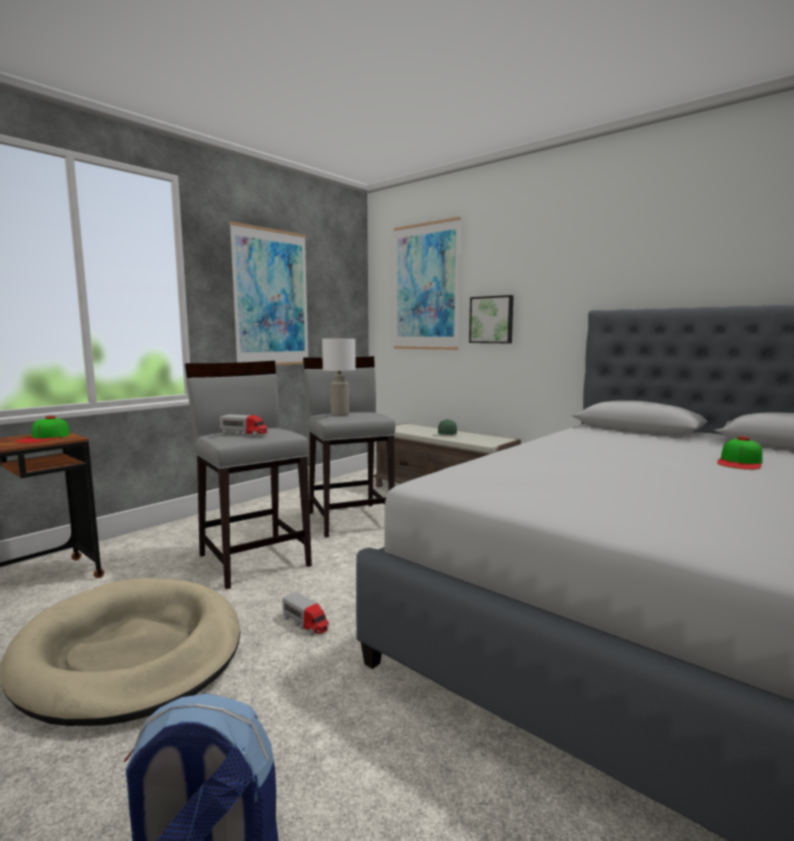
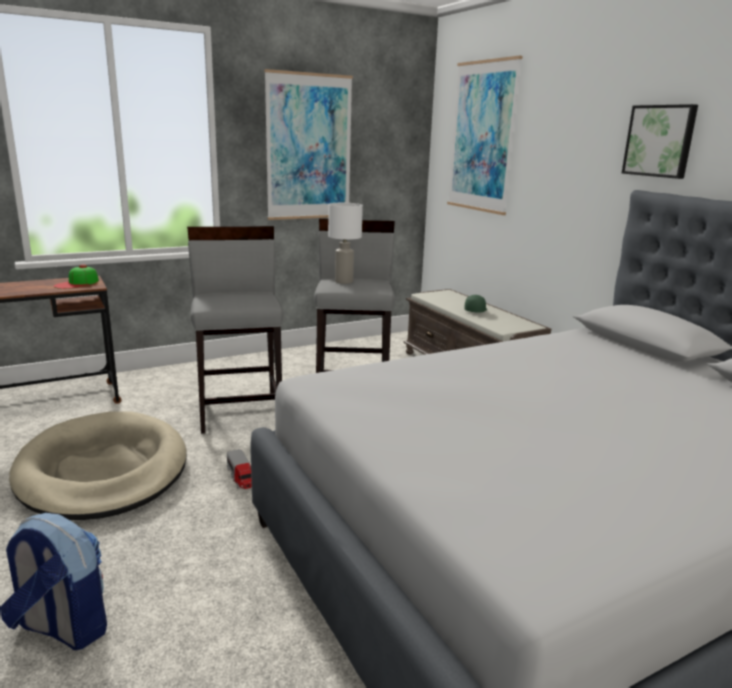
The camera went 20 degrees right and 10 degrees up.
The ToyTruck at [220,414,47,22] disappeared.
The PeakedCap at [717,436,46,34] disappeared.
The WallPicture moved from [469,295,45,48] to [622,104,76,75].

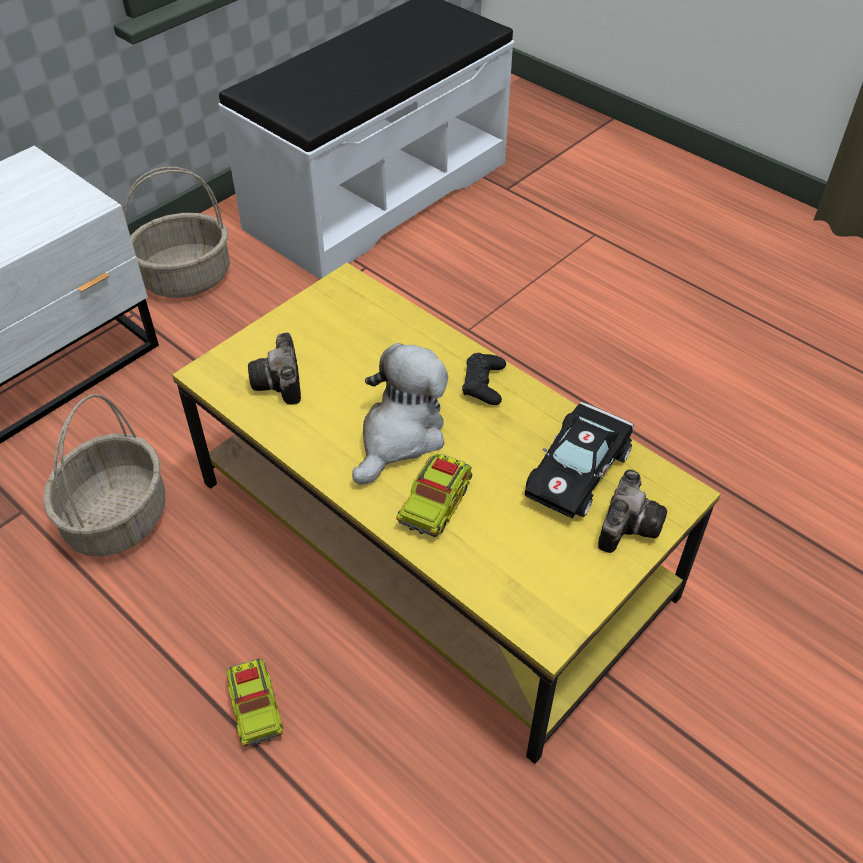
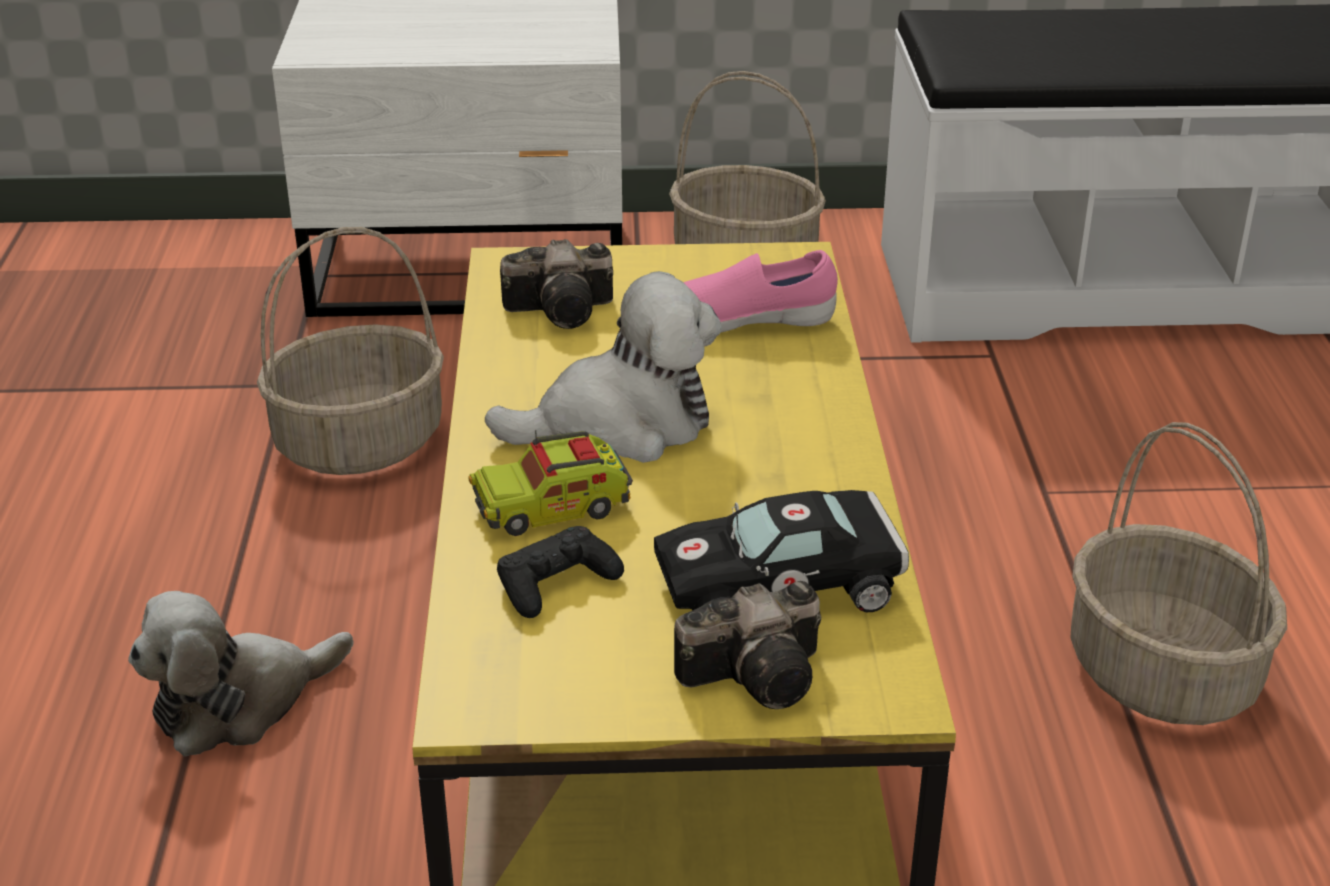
The camera went 45 degrees right and 15 degrees down.
The PinkLowShoe at [683,250,155,82] appeared.
The Basket at [1071,422,216,303] appeared.
The BlackJoypad moved from [462,353,44,52] to [497,526,127,92].
The ToyTruck at [227,659,56,88] was replaced by the SoftToy at [128,591,225,165].
The PhotoCamera at [248,332,53,73] turned 135 degrees counterclockwise.

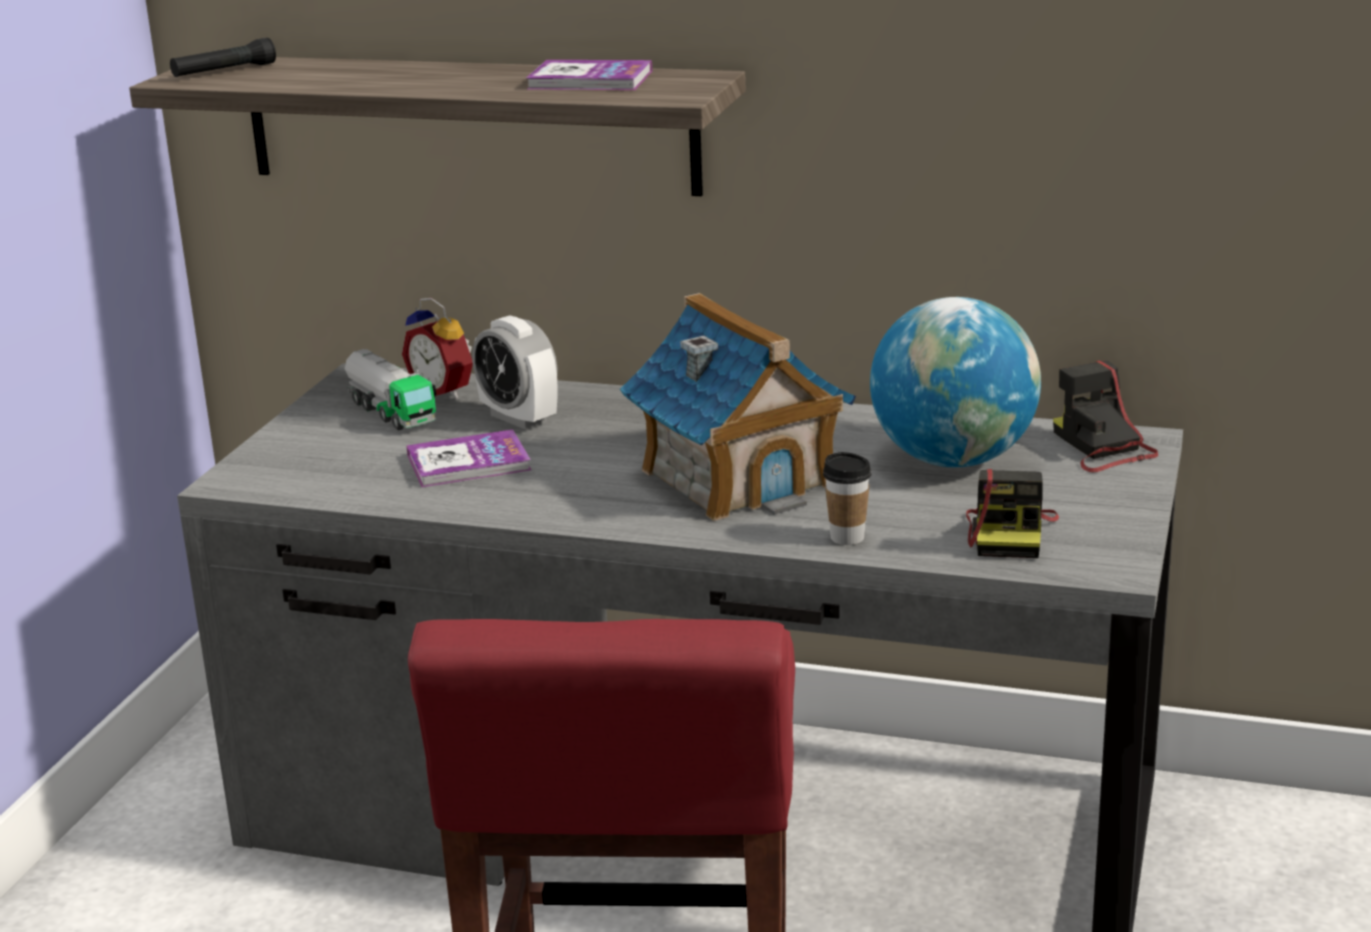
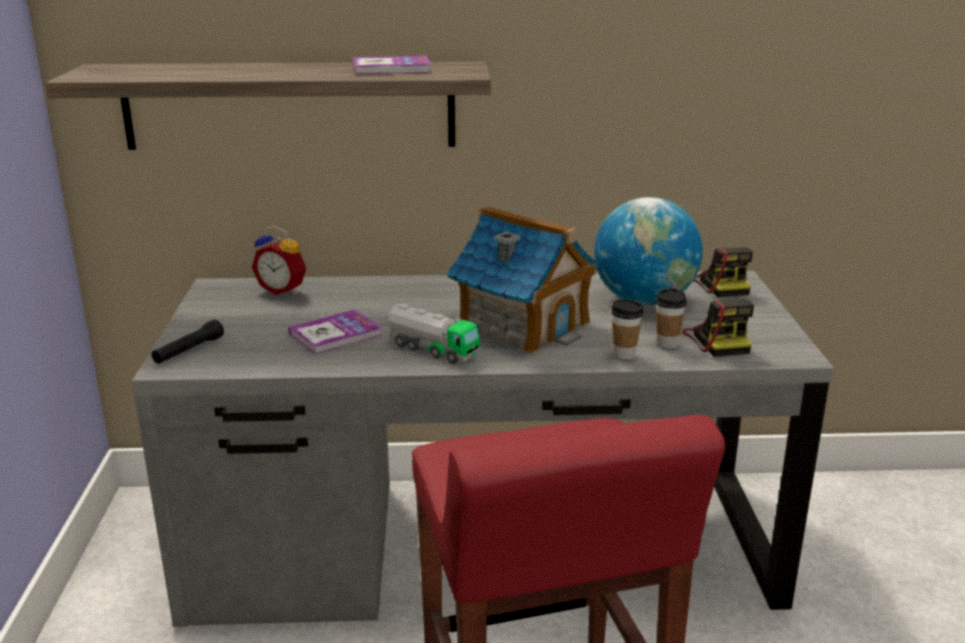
The camera went 20 degrees left and 0 degrees up.
The TableClock at [472,315,85,115] disappeared.
The Cup at [655,288,32,60] appeared.
The BlackFlashlight moved from [170,38,106,39] to [152,320,72,44].
The ToyTruck moved from [345,349,92,82] to [388,304,92,60].
The PhotoCamera at [1053,360,105,112] turned 150 degrees counterclockwise.

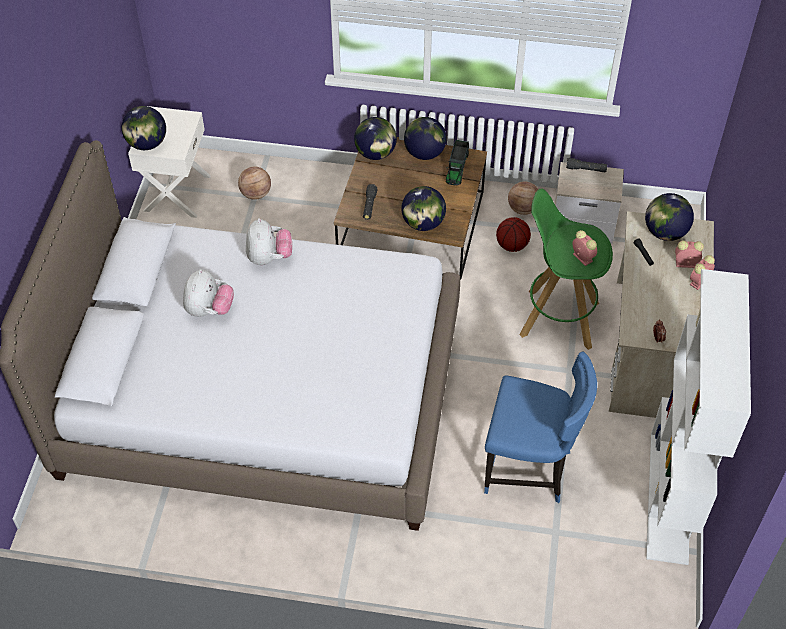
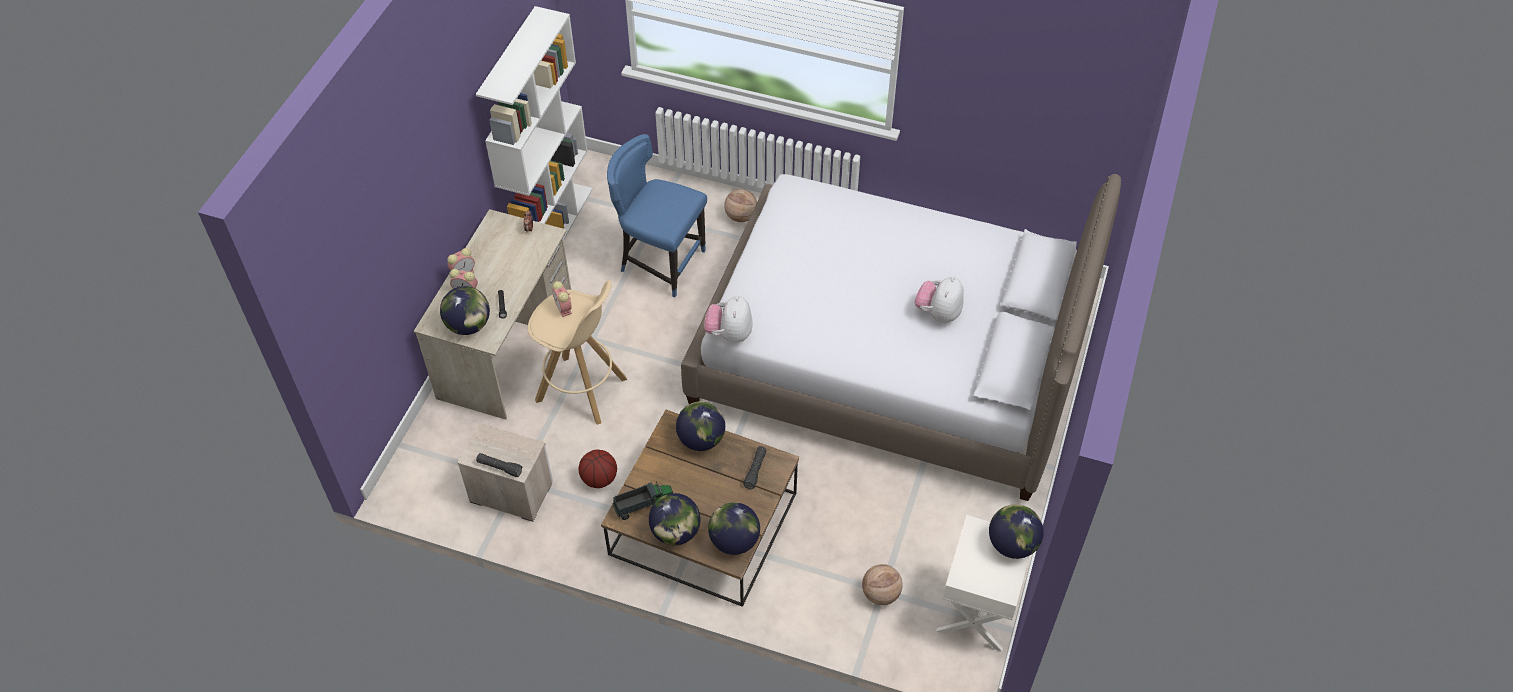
The camera went 170 degrees left and 0 degrees up.
The SoftToy moved from [246,218,46,47] to [704,296,49,46].
The BallForBasketball moved from [508,182,30,33] to [724,189,33,33].
The GreenColouredStool at [519,189,94,161] became the SandColouredStool at [528,280,99,145].
The ToyTruck at [446,140,23,46] turned 45 degrees clockwise.

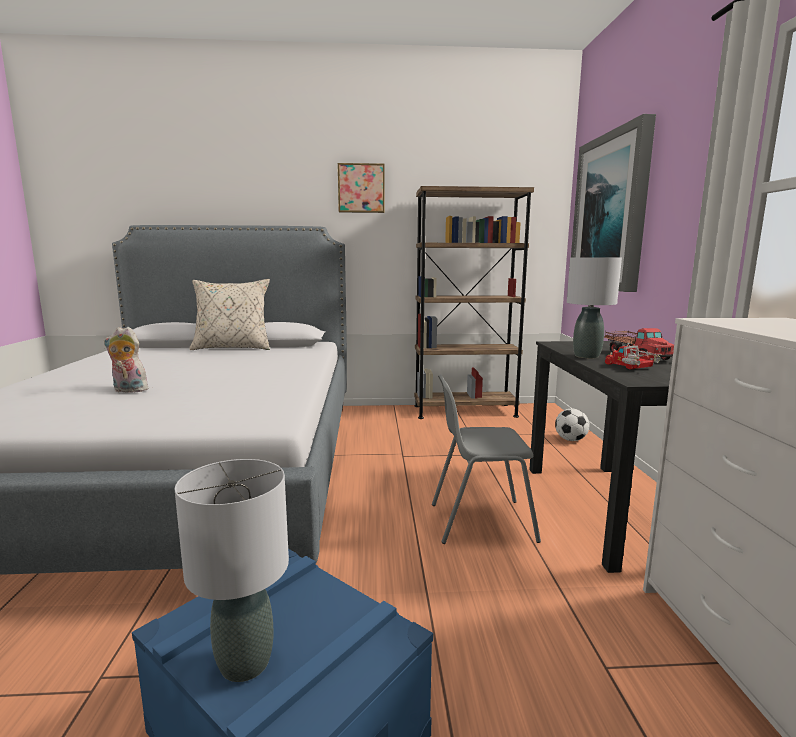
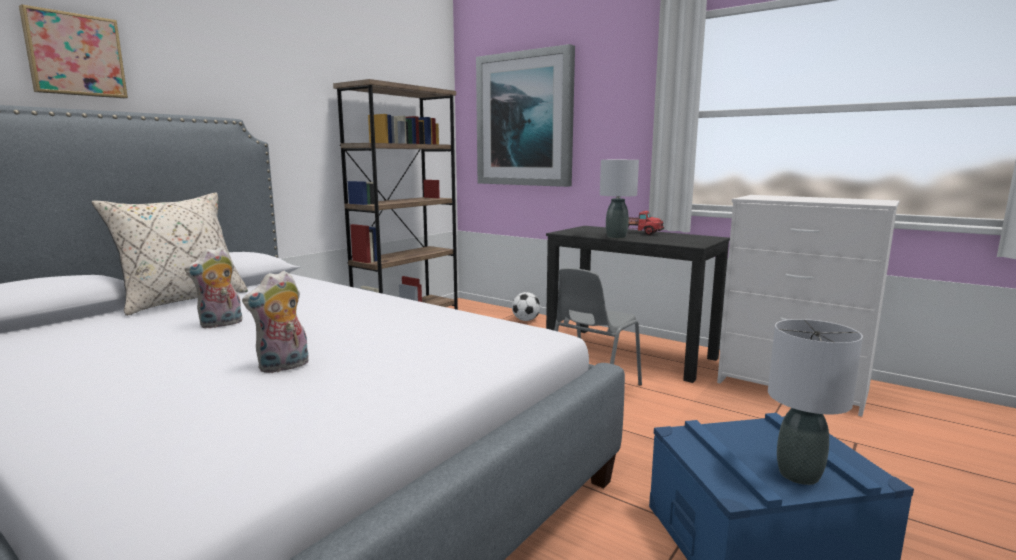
The camera went 50 degrees left and 0 degrees up.
The ToyTruck at [605,343,56,26] disappeared.
The SoftToy at [185,247,58,81] appeared.
The WallPicture moved from [338,163,46,50] to [19,4,109,94].

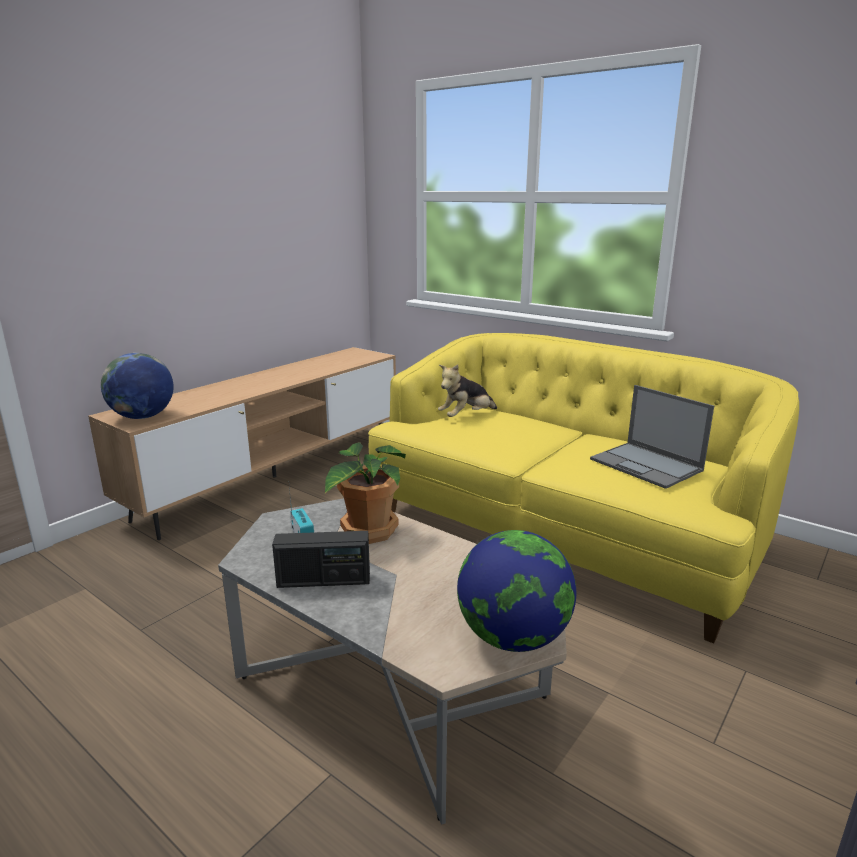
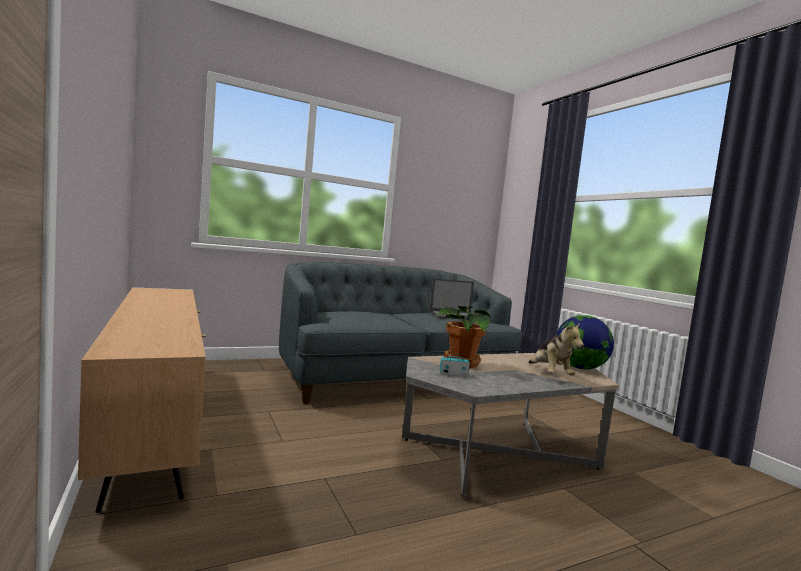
The camera went 65 degrees left and 15 degrees down.
The DeskGlobe at [101,353,73,66] disappeared.
The RadioSet at [272,531,98,57] disappeared.
The SoftToy moved from [438,365,59,52] to [529,322,55,54].
The YellowColouredSettee at [368,333,431,311] became the GreySettee at [279,262,243,142].

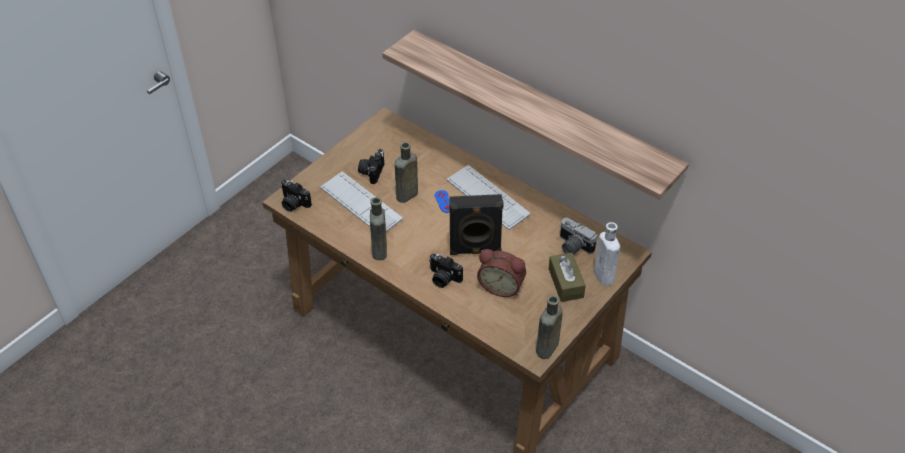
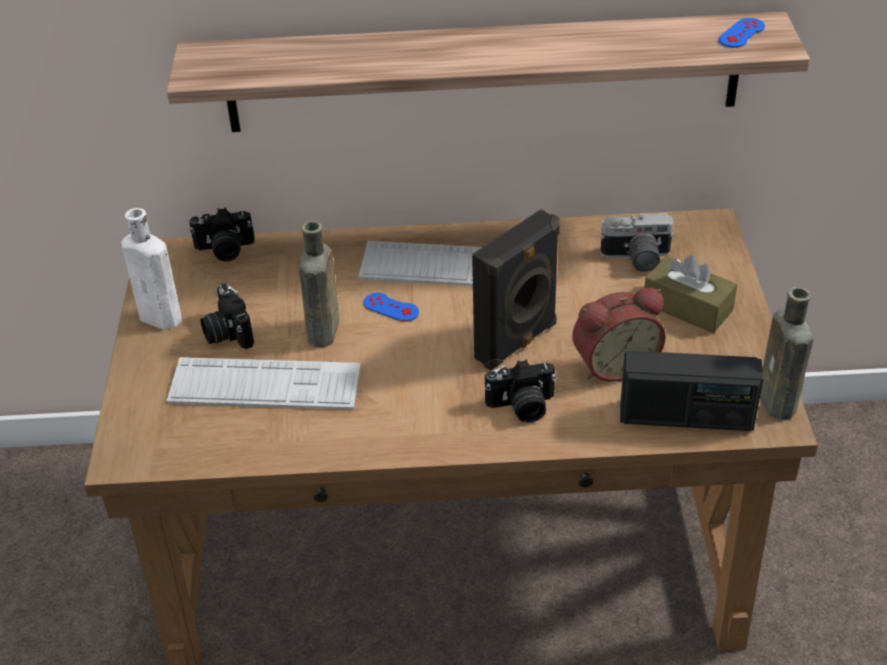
The camera went 40 degrees left and 5 degrees down.
The BrownDrinkBottle at [370,197,17,63] disappeared.
The RadioSet at [620,351,143,80] appeared.
The BluishJoypad at [718,18,47,30] appeared.
The PhotoCamera moved from [280,180,32,32] to [190,207,65,55].
The WhiteColouredDrinkBottle moved from [594,222,26,64] to [121,208,61,122].

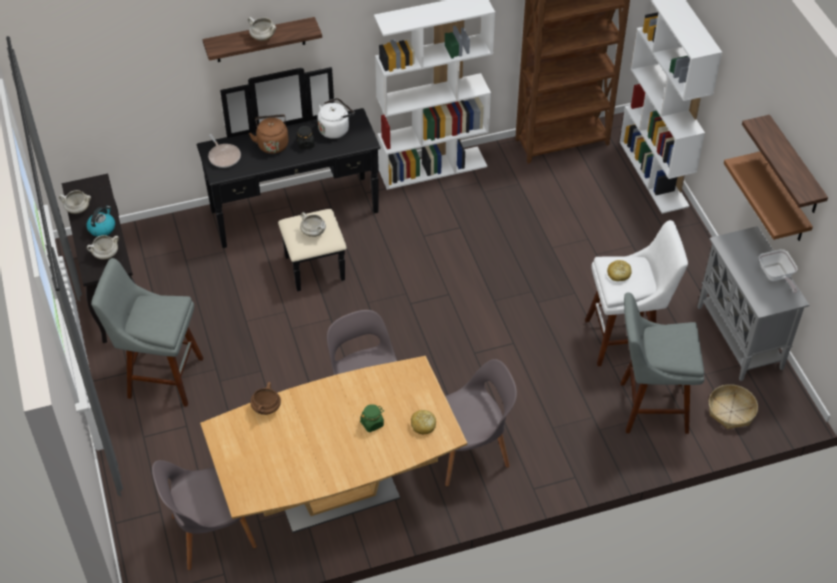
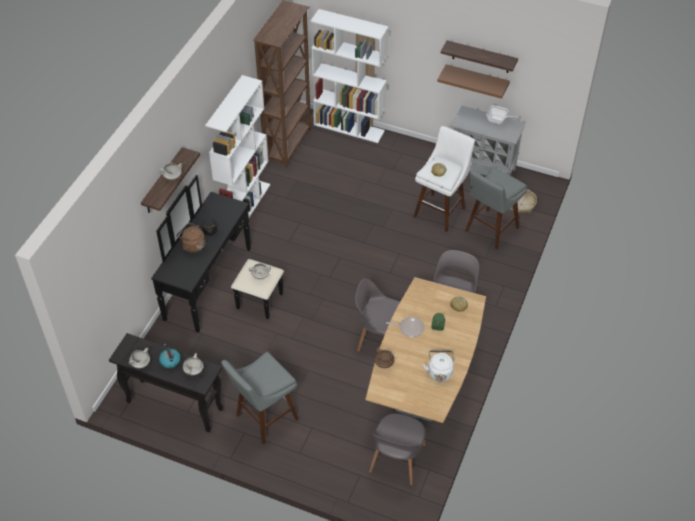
The camera went 50 degrees left and 0 degrees up.
The Pan moved from [208,134,33,34] to [386,317,38,20].
The WhiteColouredTeaKettle moved from [317,98,38,41] to [423,350,31,32].

